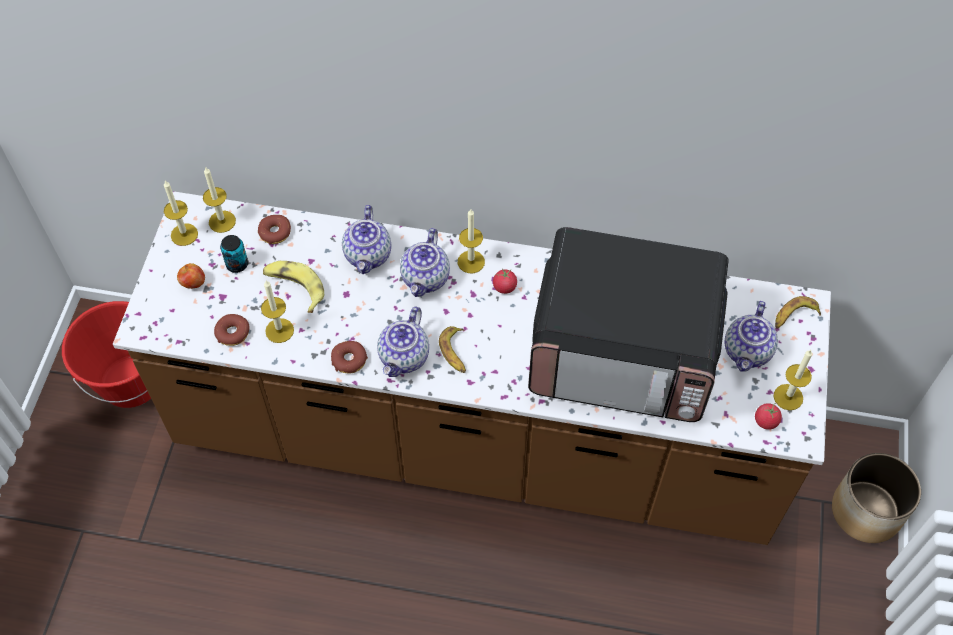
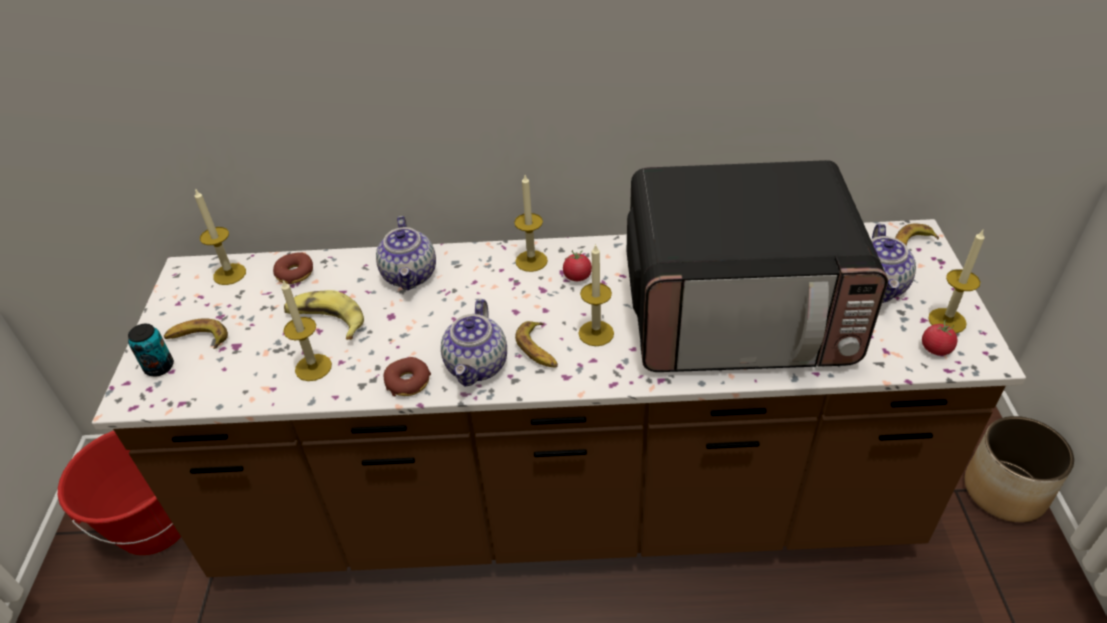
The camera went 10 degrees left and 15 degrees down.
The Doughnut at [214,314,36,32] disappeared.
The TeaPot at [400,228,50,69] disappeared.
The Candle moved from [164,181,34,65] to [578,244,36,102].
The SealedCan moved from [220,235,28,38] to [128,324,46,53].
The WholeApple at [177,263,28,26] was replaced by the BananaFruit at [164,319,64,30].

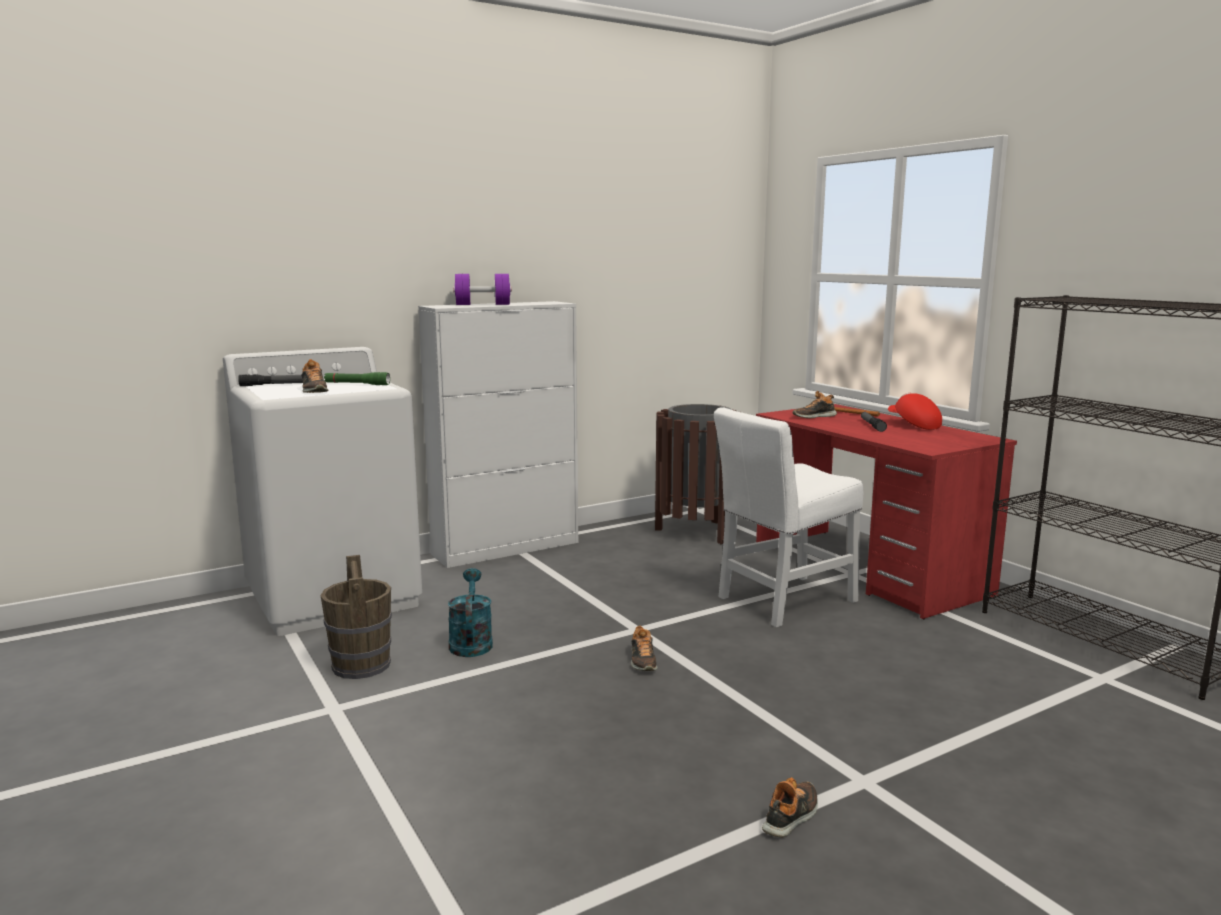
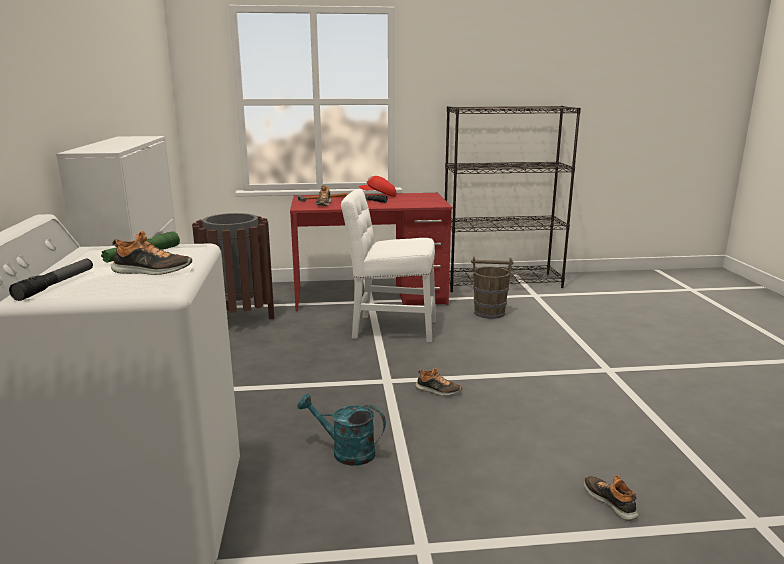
The camera went 65 degrees left and 5 degrees up.
The PurpleFreeWeight at [453,274,59,31] disappeared.
The BrownBucket moved from [320,555,72,124] to [471,257,42,62].
The LowShoe moved from [762,777,56,60] to [584,475,54,46].
The WhiteColouredPlainChair at [714,407,149,220] turned 105 degrees clockwise.

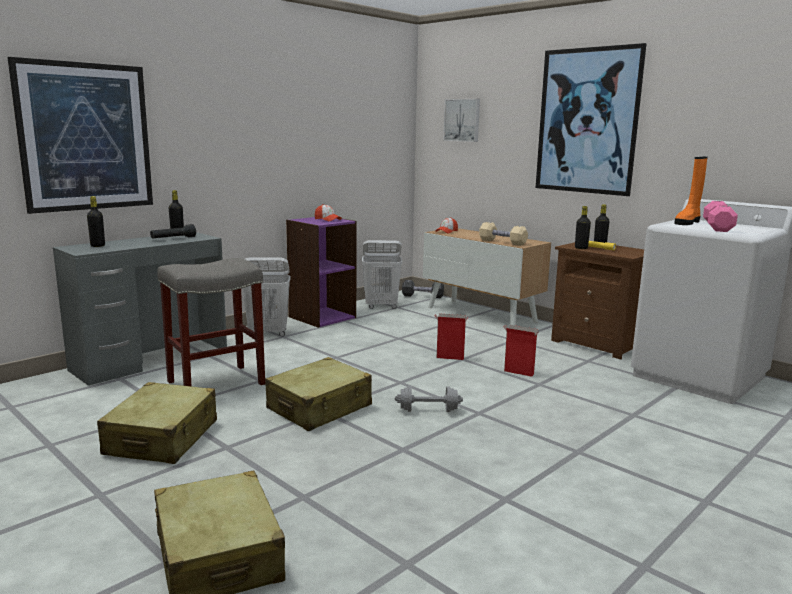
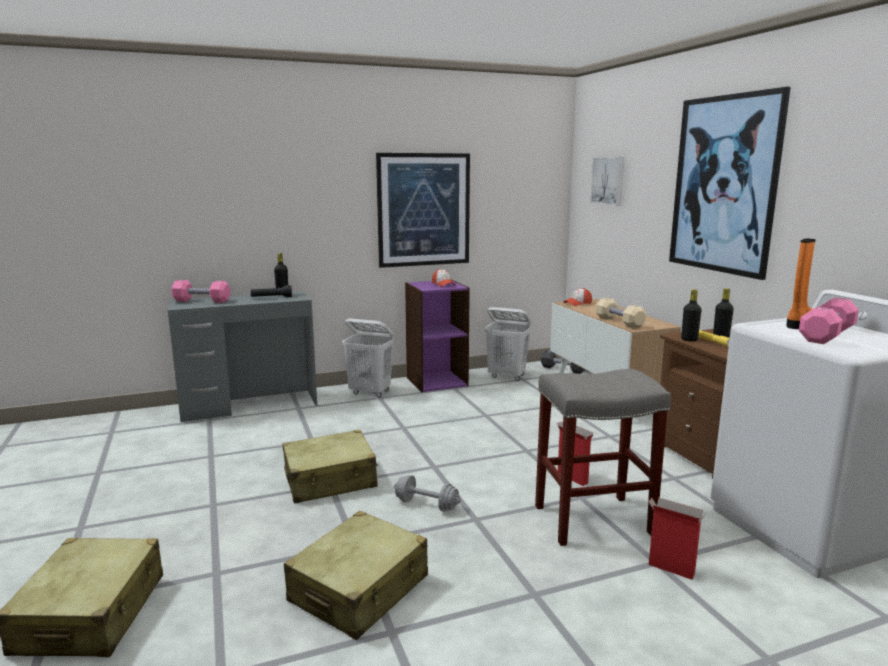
The camera went 25 degrees right and 0 degrees up.
The WallPicture moved from [7,57,146,157] to [376,153,94,115].
The SandColouredTravelCase moved from [97,382,120,82] to [284,511,144,129].
The GreyStool moved from [157,258,108,129] to [535,369,136,177].
The PackingBox moved from [434,313,34,47] to [649,498,57,82].
The BlackDrinkBottle at [87,196,18,51] was replaced by the PinkFreeWeight at [171,280,60,23].
The OrangeTallBoot at [674,157,34,68] turned 150 degrees clockwise.

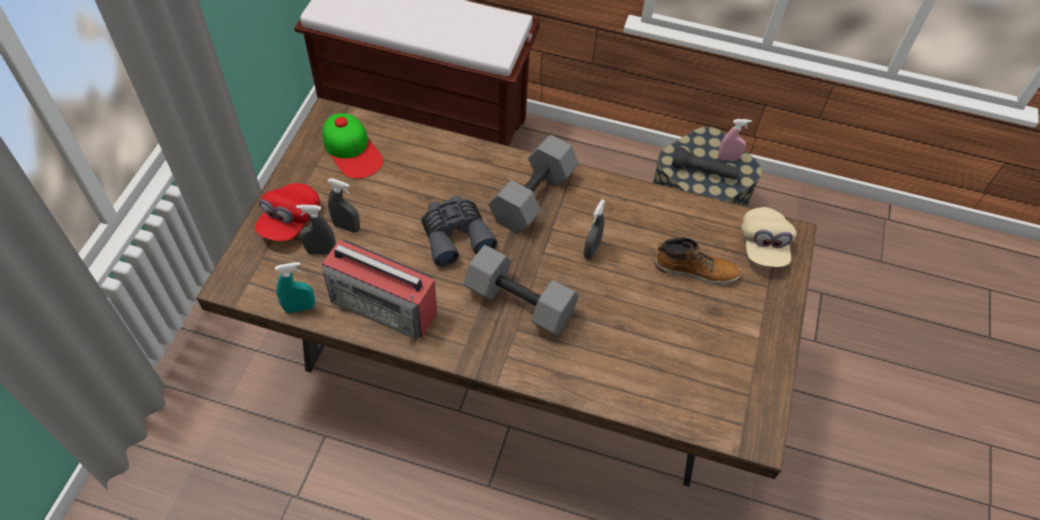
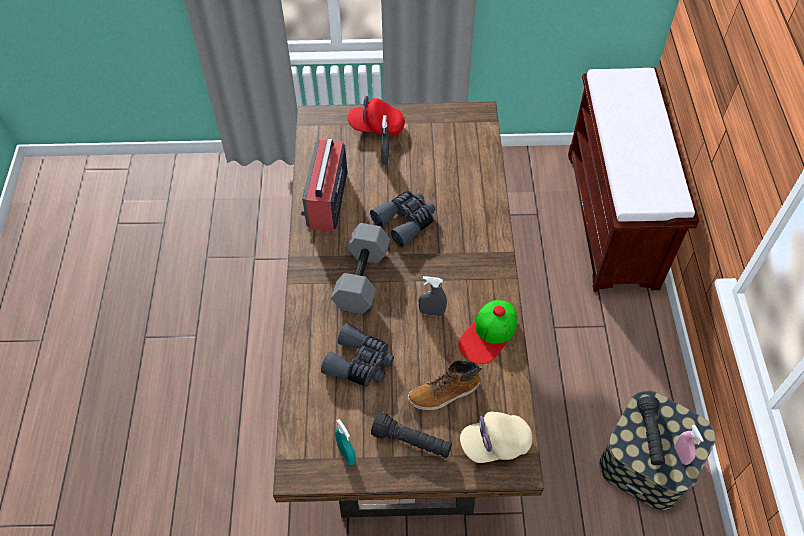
The camera went 75 degrees right and 0 degrees up.
The GreySprayBottle at [296,205,40,49] disappeared.
The GreyFreeWeight at [488,135,91,99] disappeared.
The GreyFieldGlasses at [321,323,73,64] appeared.
The BlackFlashlight at [371,412,81,46] appeared.
The TurquoiseColouredSprayBottle moved from [275,262,40,51] to [335,419,21,46].
The PeakedCap moved from [322,113,61,66] to [458,300,59,64].
The TallBoot at [654,237,86,47] turned 75 degrees clockwise.

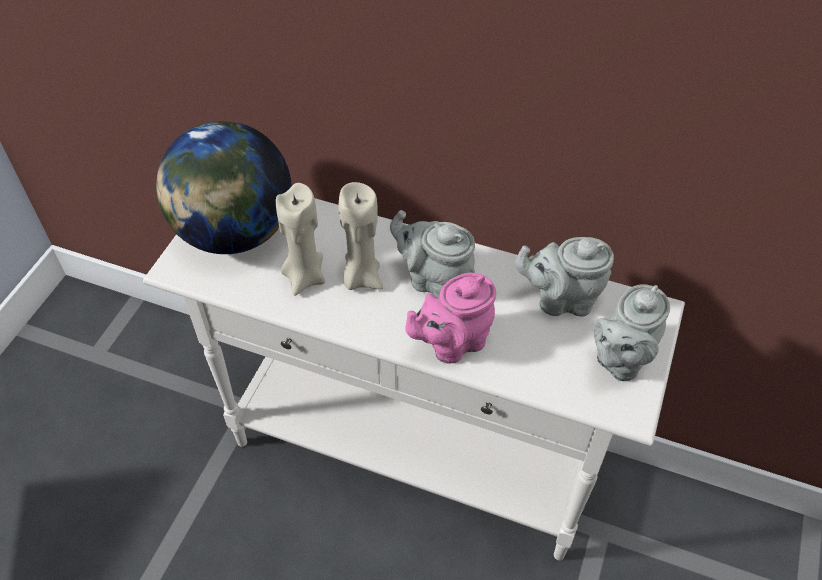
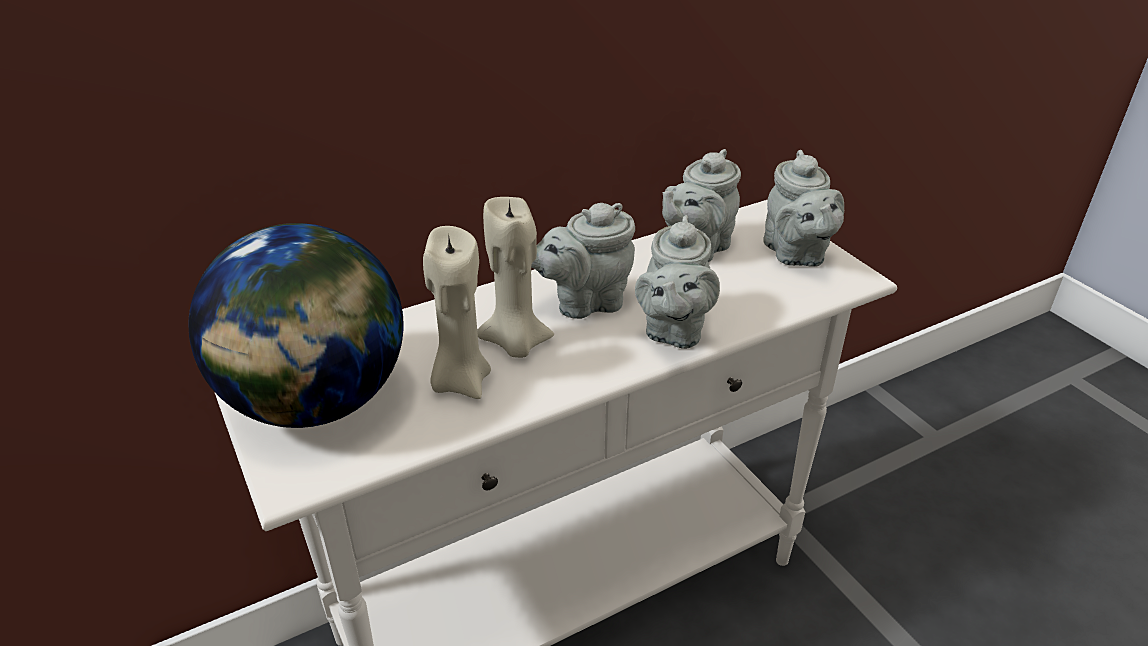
The camera went 50 degrees left and 15 degrees down.
The PinkTeaPot at [405,272,91,91] became the GreyTeaPot at [635,215,85,134].

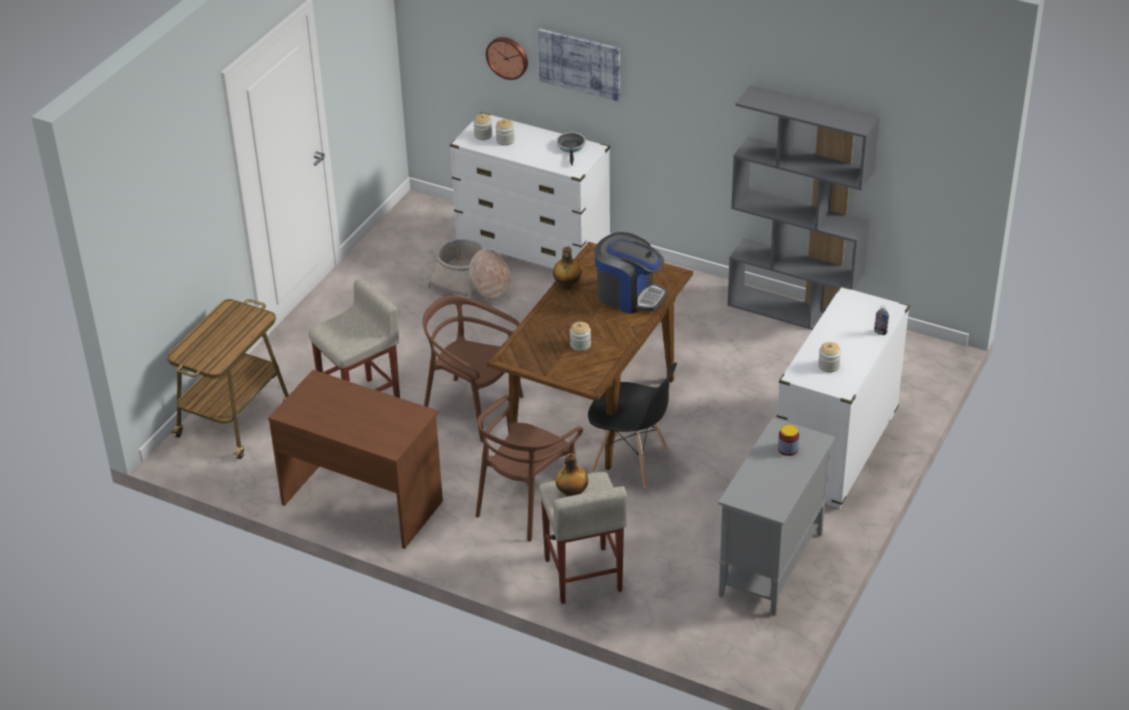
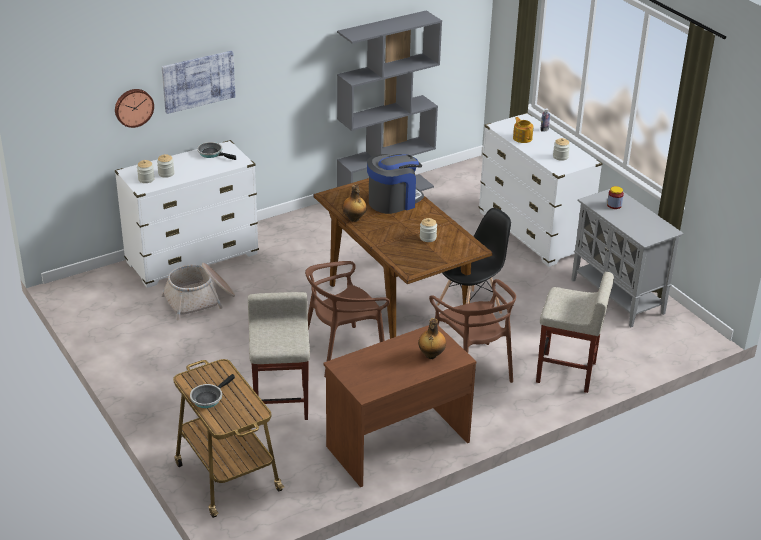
The camera went 60 degrees left and 5 degrees down.
The Pan at [190,374,45,34] appeared.
The TeaPot at [513,117,21,26] appeared.
The DrinkBottle moved from [556,453,32,44] to [418,318,28,41].

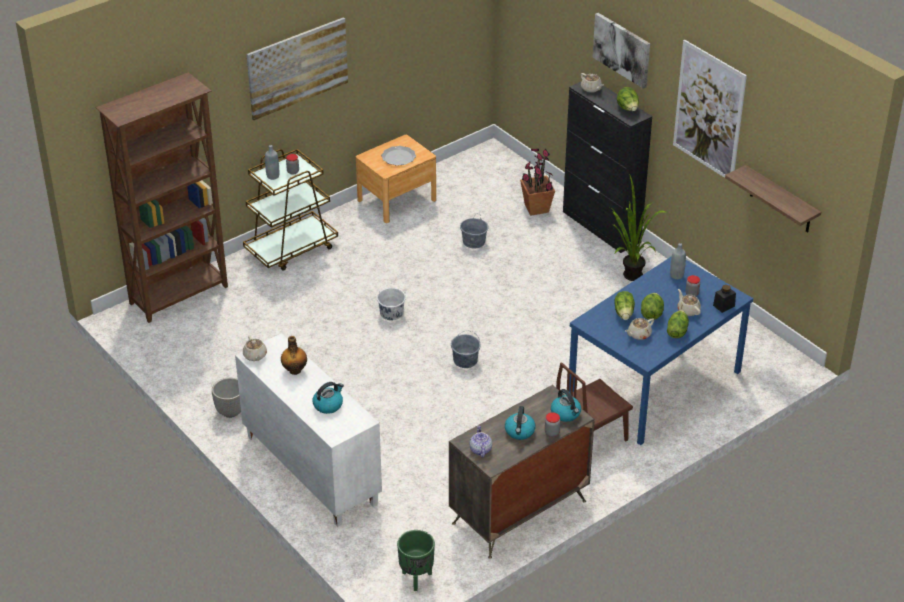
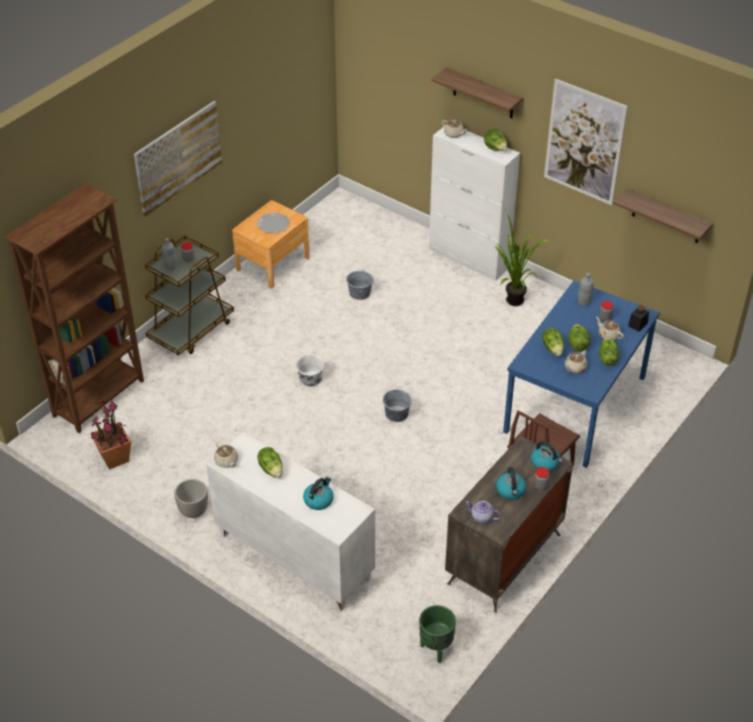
The camera went 15 degrees left and 5 degrees up.
The PottedPlant moved from [520,149,35,67] to [91,401,40,69].
The DrinkBottle at [281,336,26,39] was replaced by the LettuceHead at [257,447,26,31].
The WallPicture at [593,13,57,76] was replaced by the WallShelf at [431,67,92,51].
The BlackCupboard at [563,82,89,171] became the WhiteColouredCupboard at [429,127,91,154].
The TeaPot at [470,425,22,33] turned 45 degrees counterclockwise.

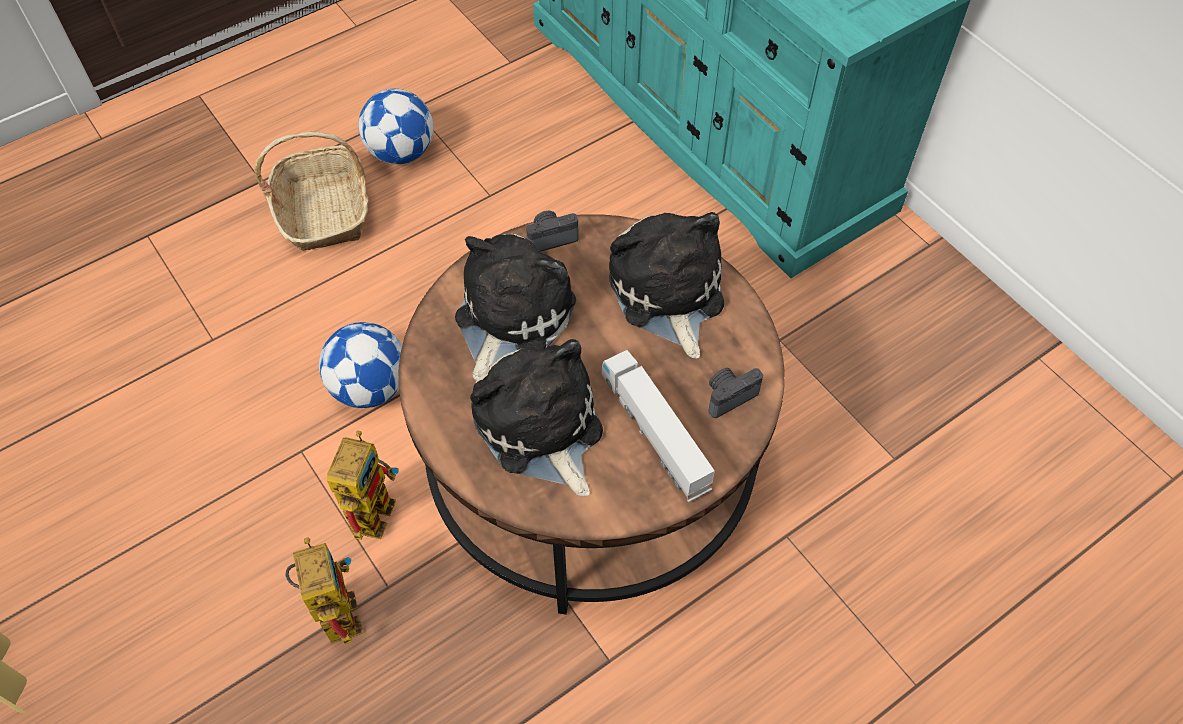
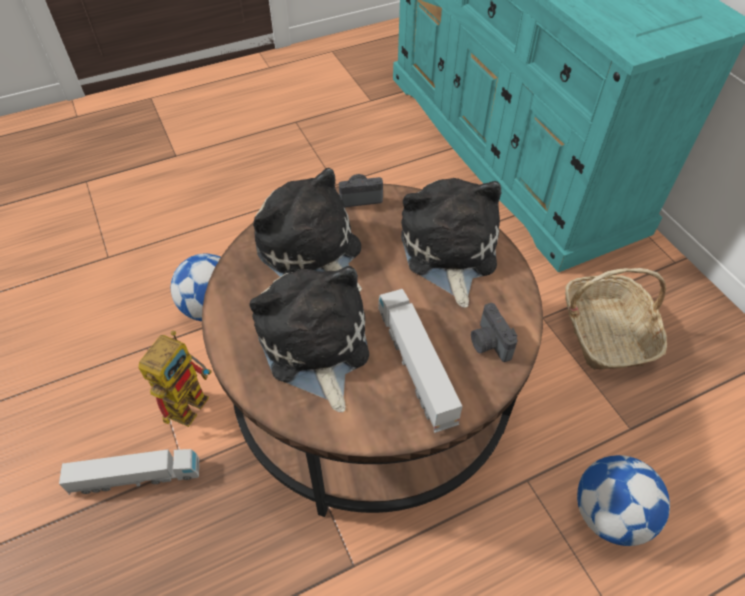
The camera went 10 degrees right and 5 degrees down.
The Basket moved from [254,132,114,119] to [565,268,102,102].
The FootballBall moved from [358,89,76,75] to [577,455,93,91].
The RobotFigure at [285,538,78,106] was replaced by the ToyTruck at [59,449,140,46].
The SoftToy at [455,234,121,147] turned 75 degrees counterclockwise.
The PhotoCamera at [708,368,55,50] turned 90 degrees counterclockwise.

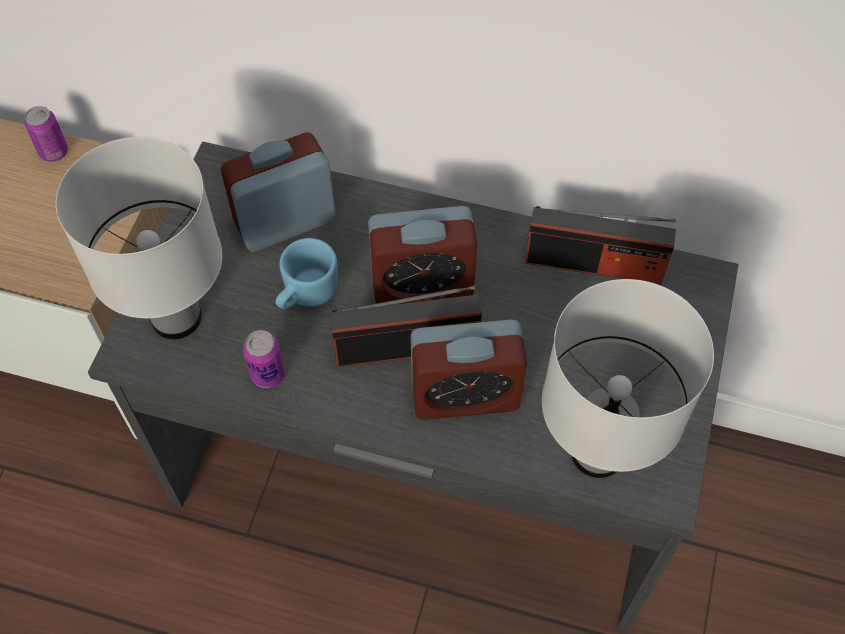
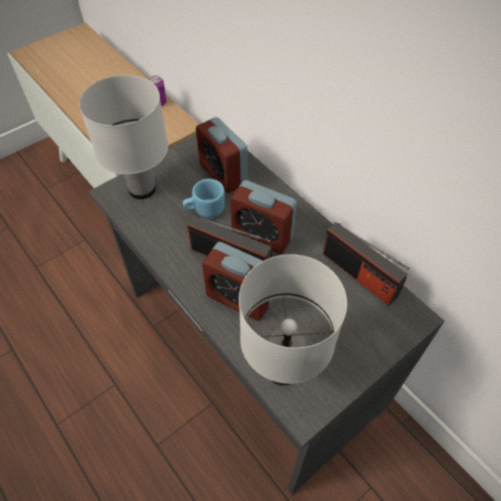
The camera went 35 degrees right and 5 degrees down.
The SealedCan at [243,330,42,58] disappeared.
The TableClock at [221,132,115,120] turned 135 degrees counterclockwise.

